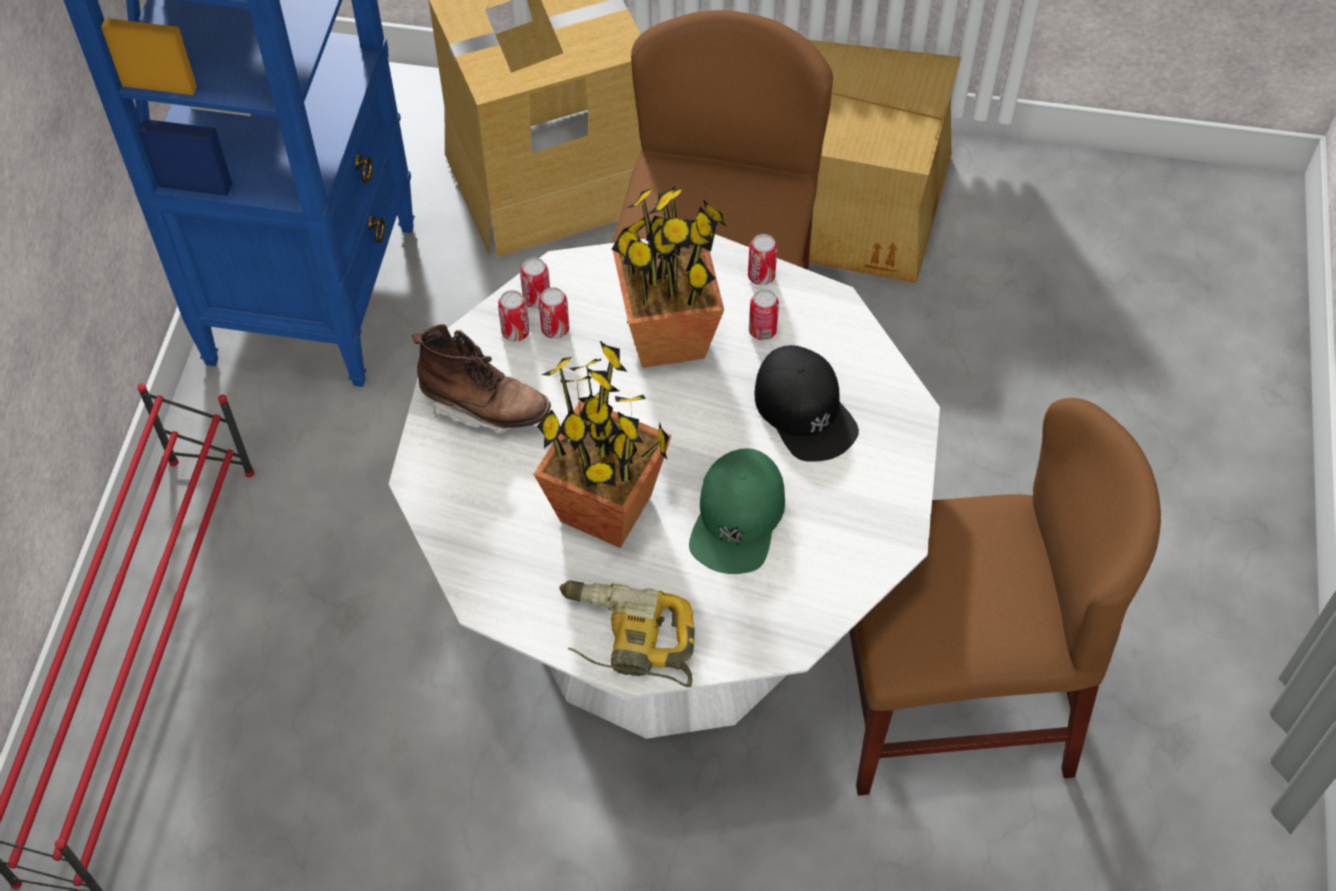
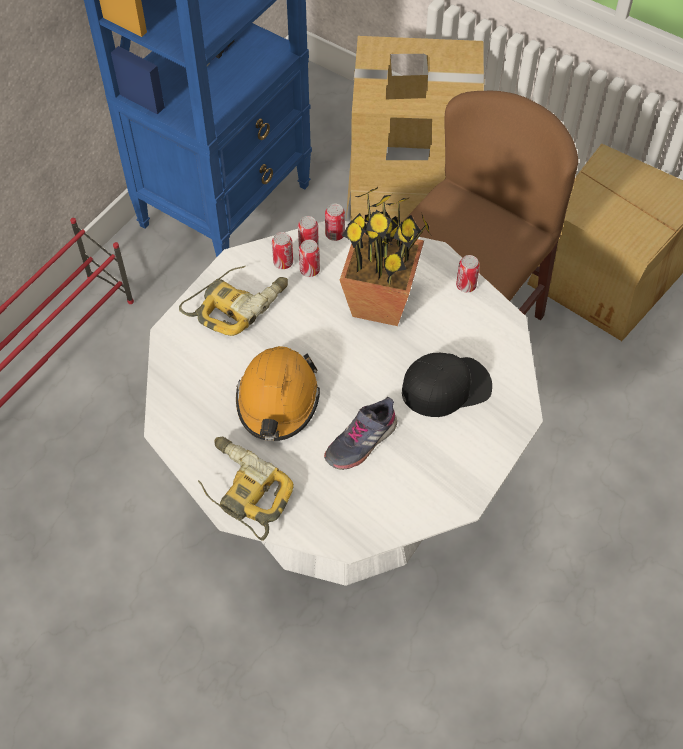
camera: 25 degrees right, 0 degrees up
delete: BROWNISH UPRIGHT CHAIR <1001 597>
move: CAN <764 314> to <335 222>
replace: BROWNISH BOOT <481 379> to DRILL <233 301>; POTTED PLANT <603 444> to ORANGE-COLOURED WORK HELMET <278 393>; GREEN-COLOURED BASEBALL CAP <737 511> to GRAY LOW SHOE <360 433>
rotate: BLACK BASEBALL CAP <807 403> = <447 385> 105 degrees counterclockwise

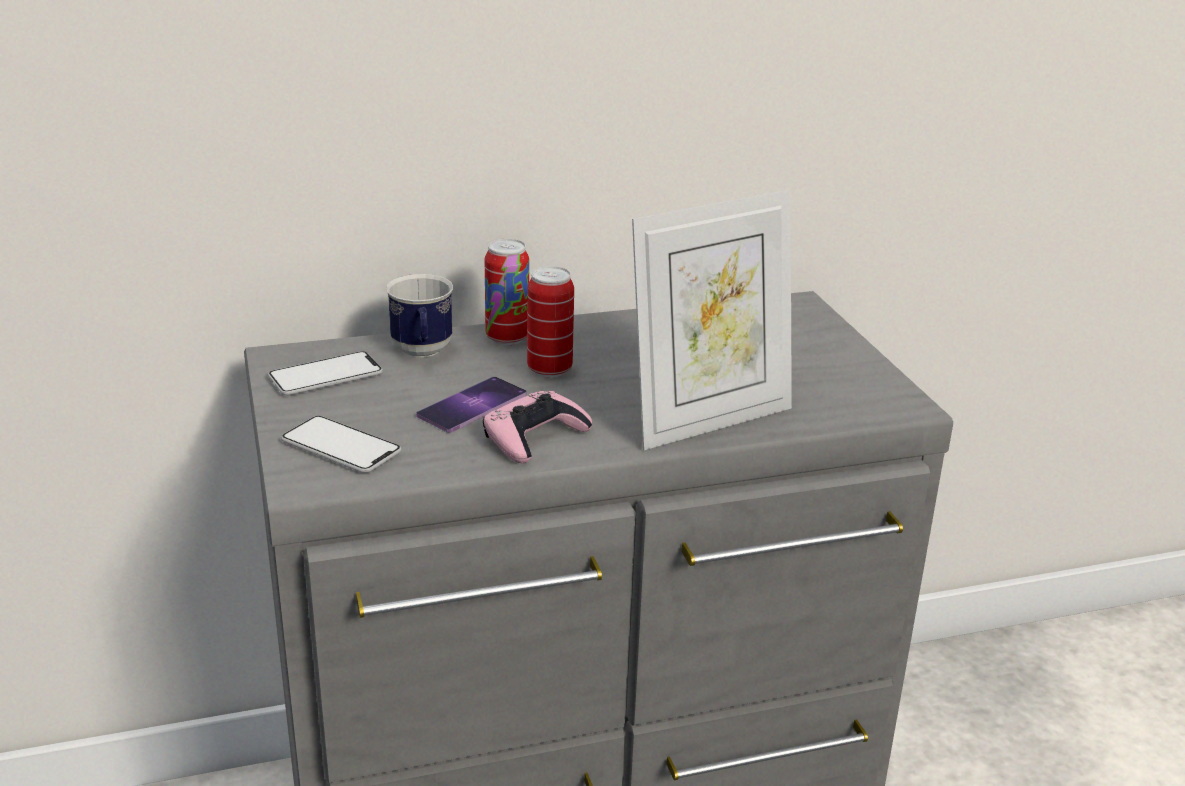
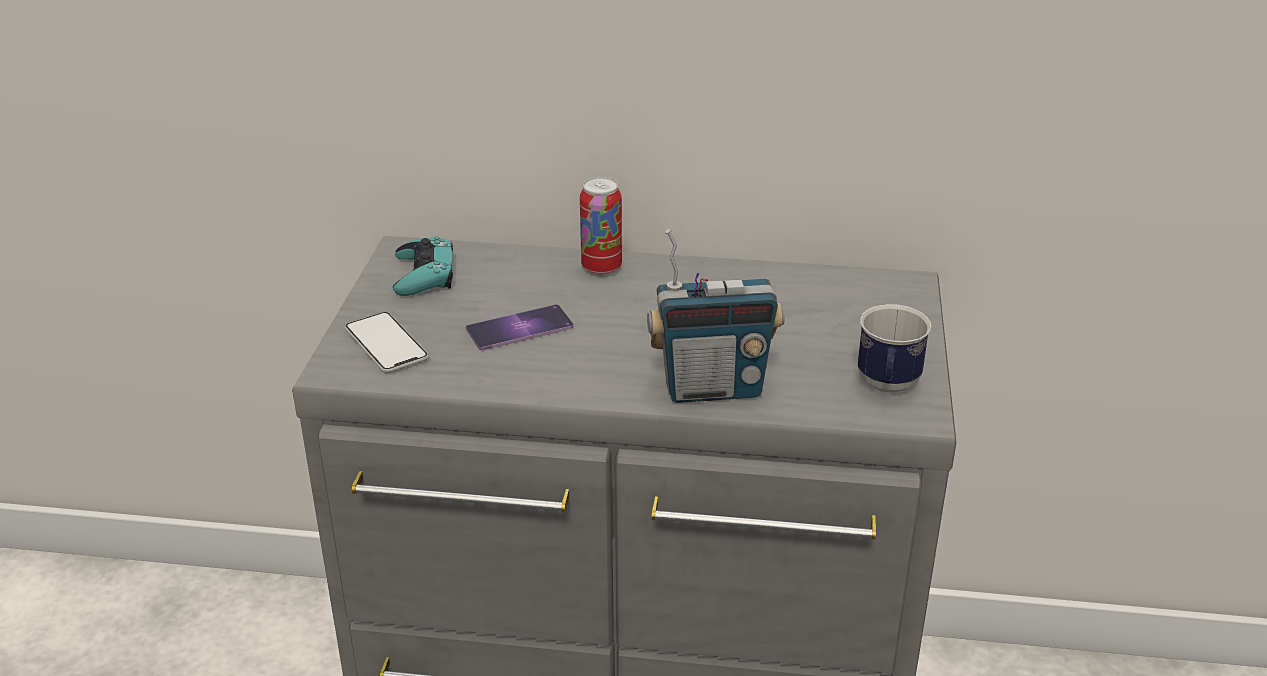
camera: 25 degrees right, 5 degrees up
delete: PINK-COLOURED JOYPAD <537 427>; CAN <550 322>
move: MUG <419 315> to <894 348>
replace: PHONE <325 373> to BLUE-GREEN JOYPAD <423 266>; PICTURE FRAME <712 320> to RADIO <716 316>

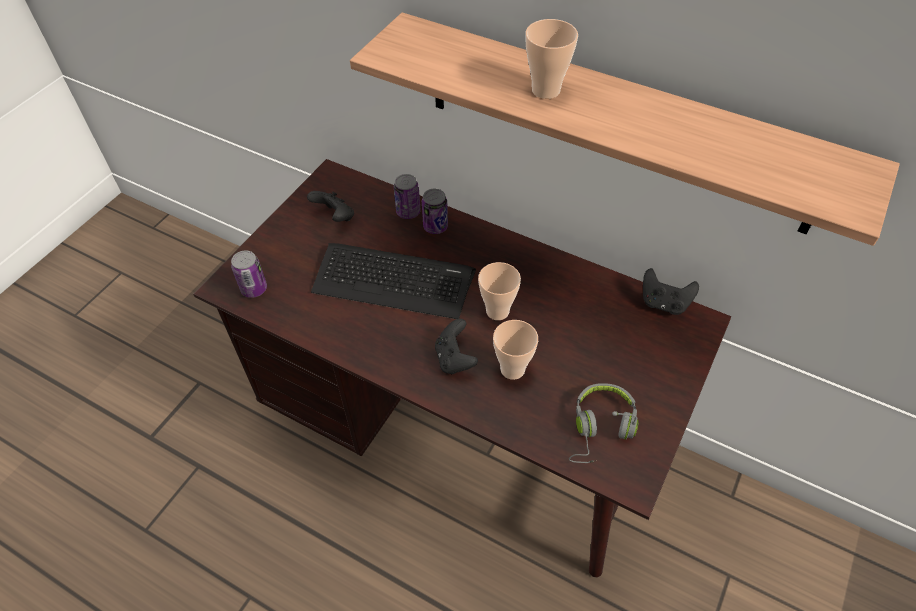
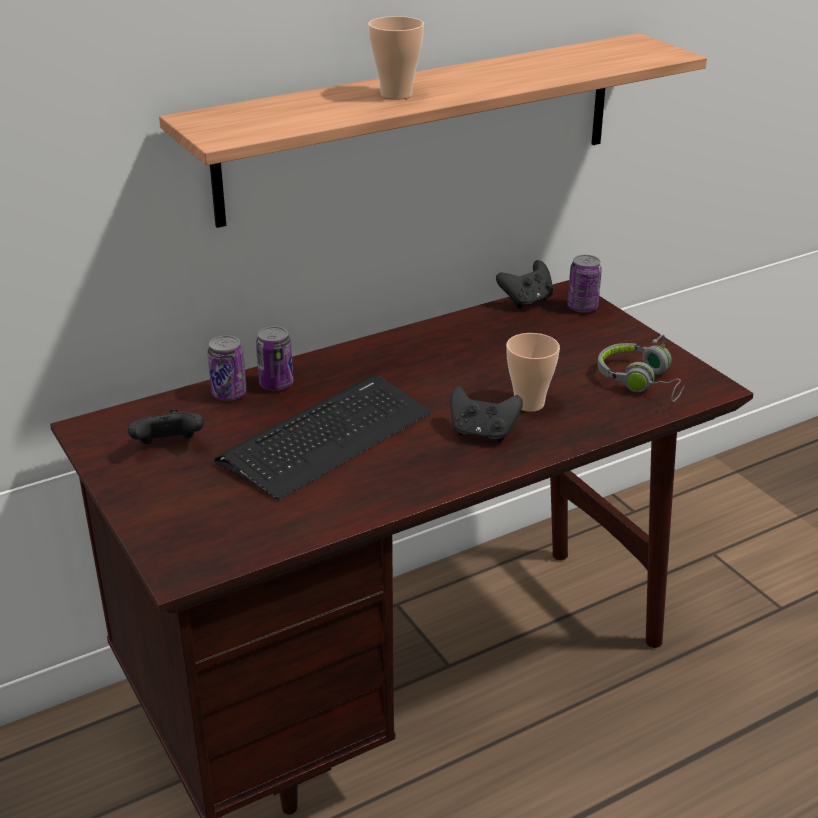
camera: 60 degrees left, 20 degrees down
delete: CUP <499 291>
move: CAN <249 274> to <584 283>

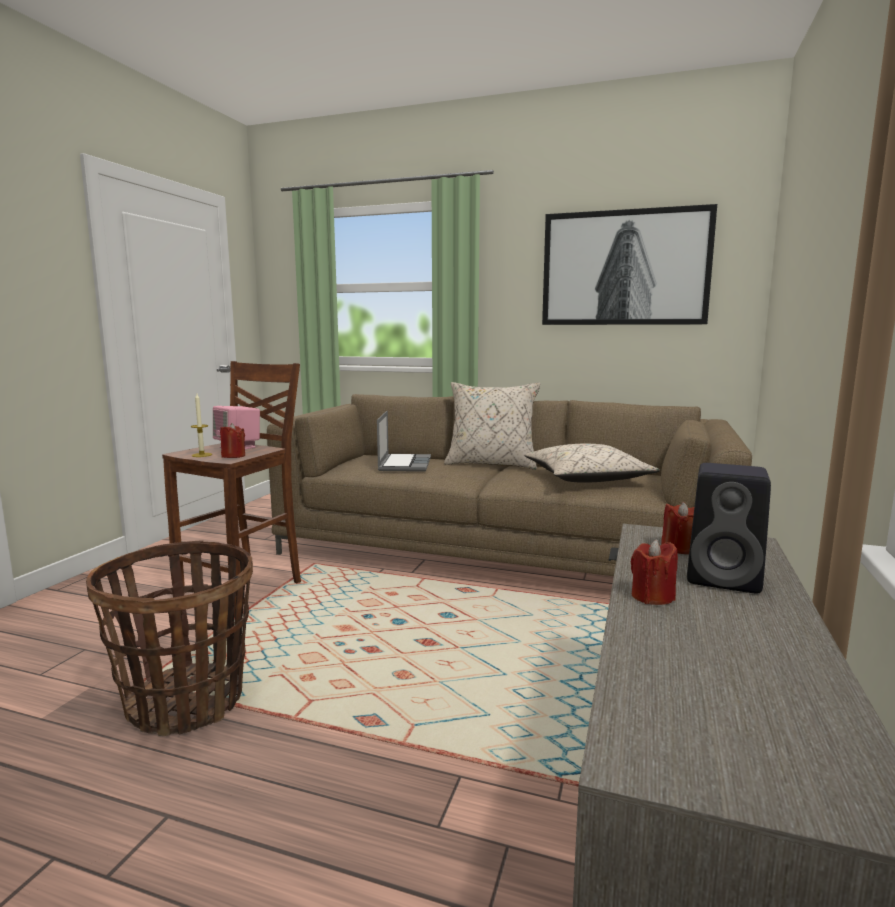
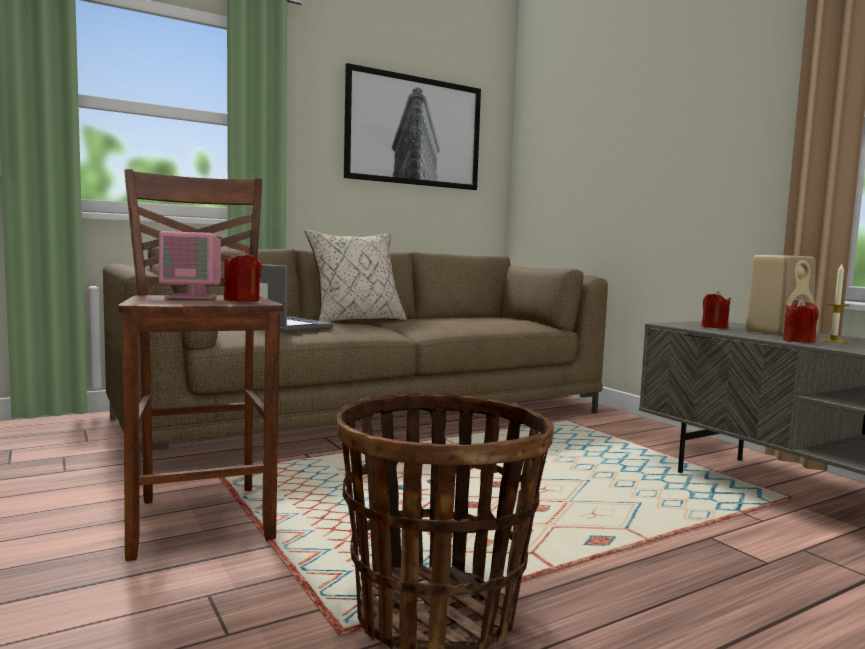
camera: 50 degrees left, 5 degrees down
delete: BEIGE CUSHION <592 463>
move: WAX CANDLE <201 425> to <835 303>
recolor: BLACK SPEAKER <729 528> to BEIGE SPEAKER <781 295>

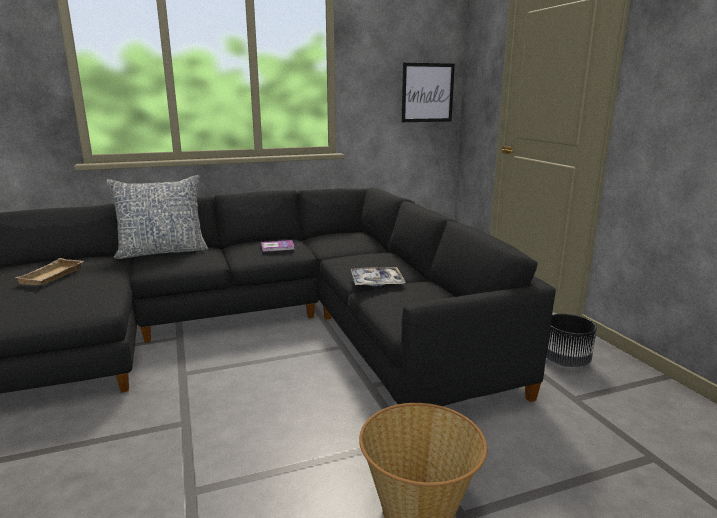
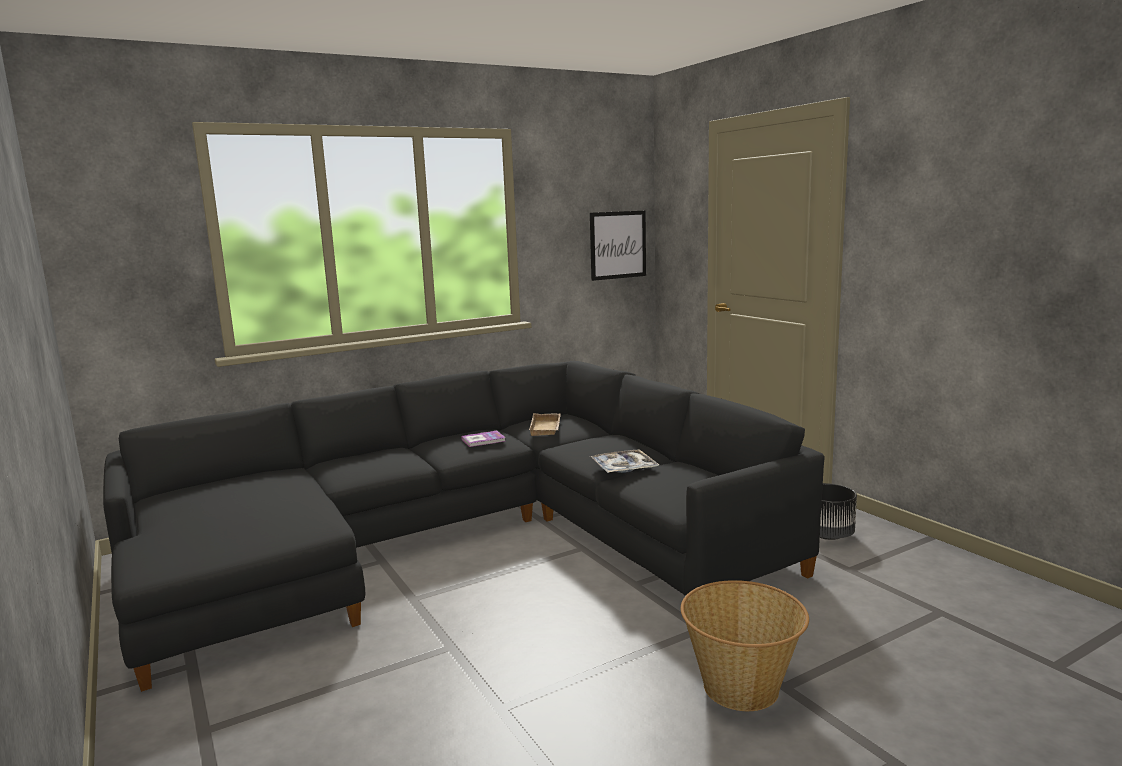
camera: 10 degrees left, 5 degrees down
delete: CUSHION <157 217>
move: BEIGE CARRYING TRAY <49 271> to <545 424>

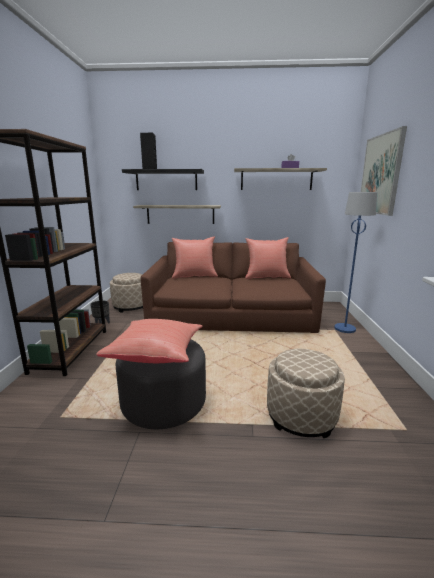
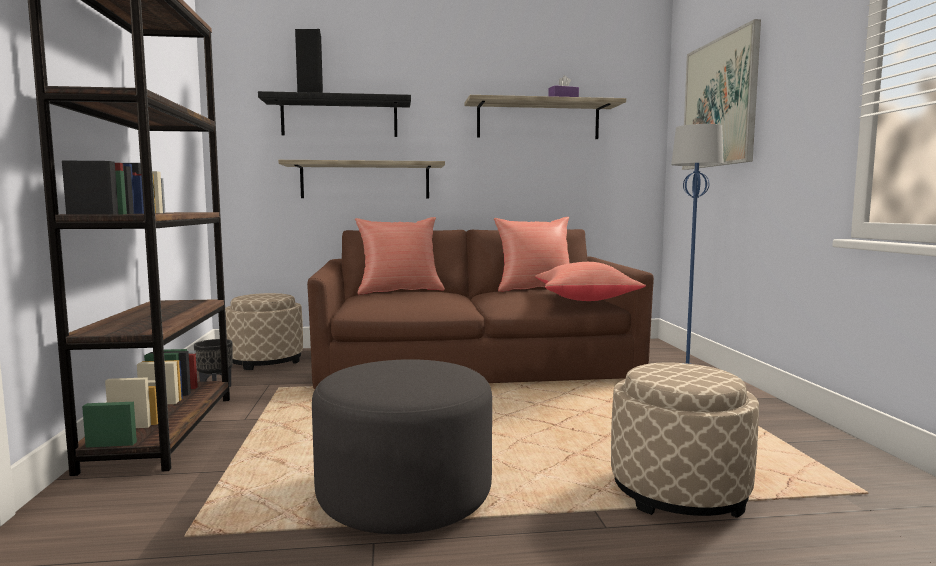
camera: 10 degrees left, 10 degrees down
move: RED CUSHION <149 341> to <590 281>

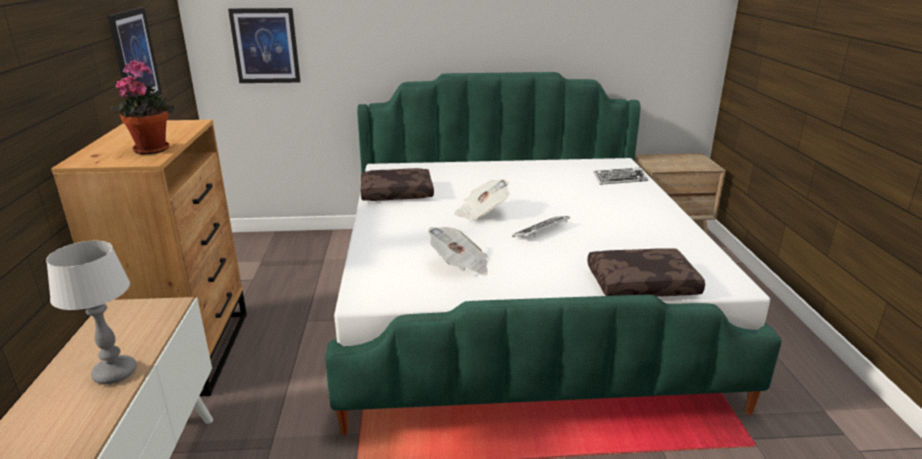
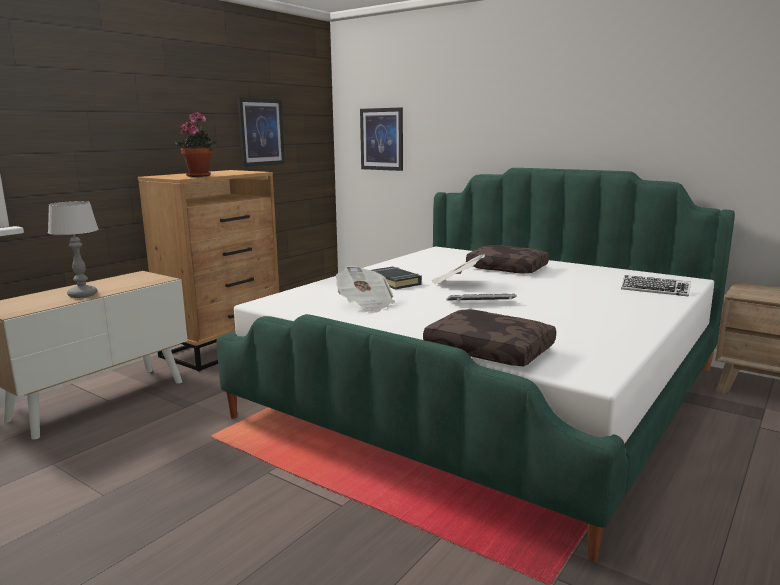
camera: 40 degrees right, 10 degrees down
insert: BLACK VOLUME <397 278>
move: BROWNISH CUSHION <397 184> to <507 259>

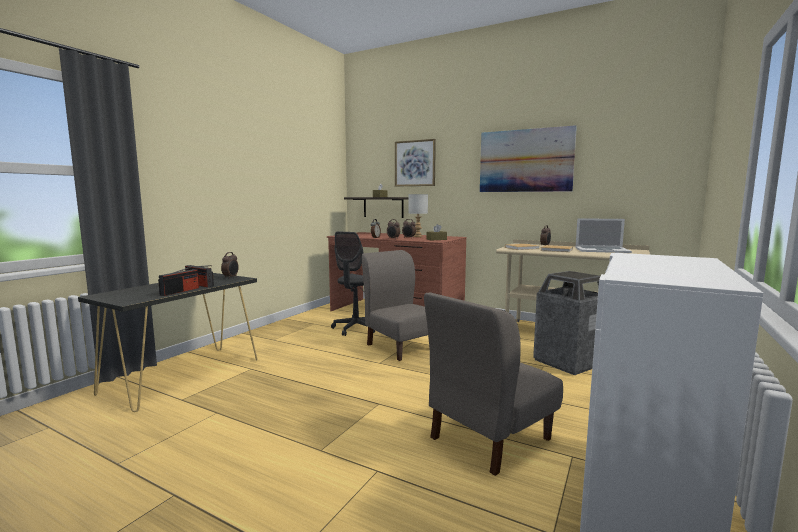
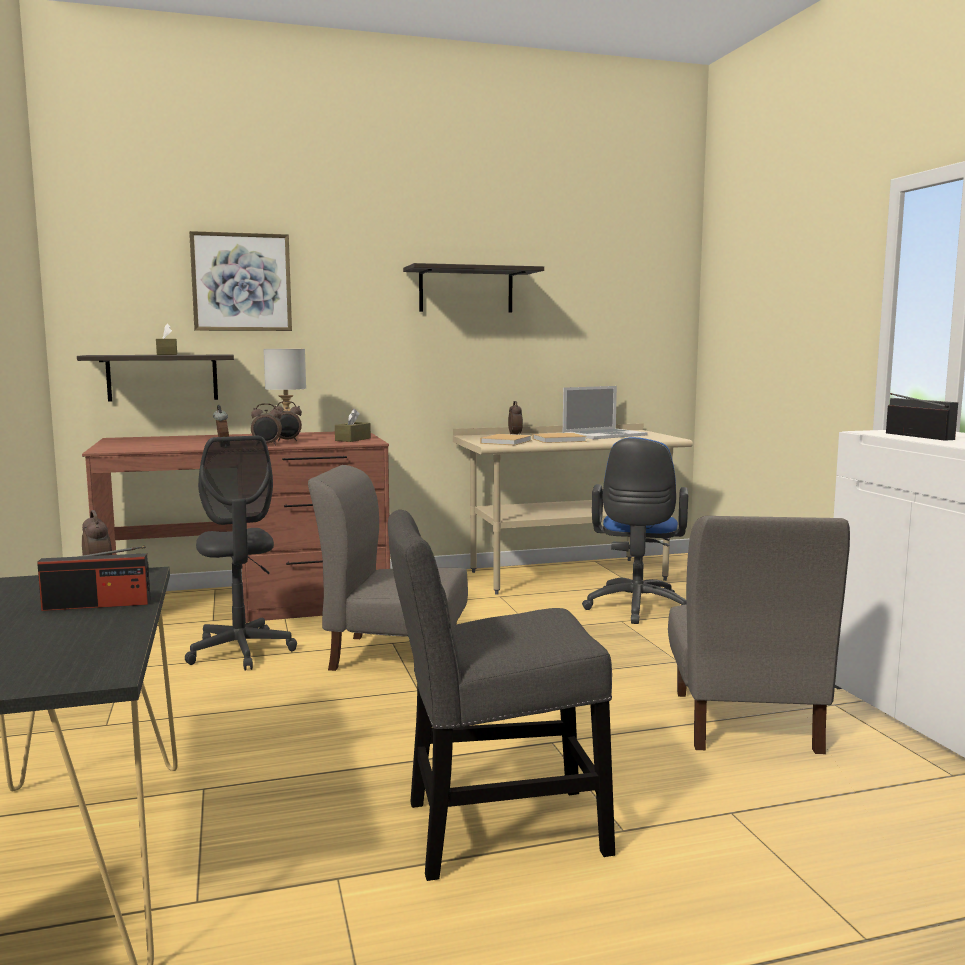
camera: 45 degrees left, 0 degrees up
insert: GRAY UPRIGHT CHAIR <501 695>
move: RADIO <178 281> to <922 417>
replace: WALL ART <528 158> to BRACKET SHELF <473 288>; WASTE BIN <567 323> to BLUE COMPUTER CHAIR <635 530>

